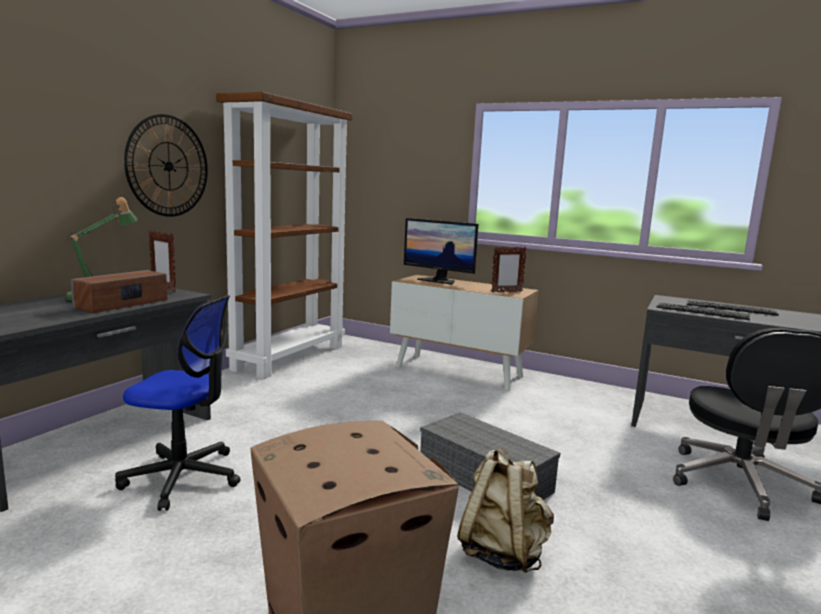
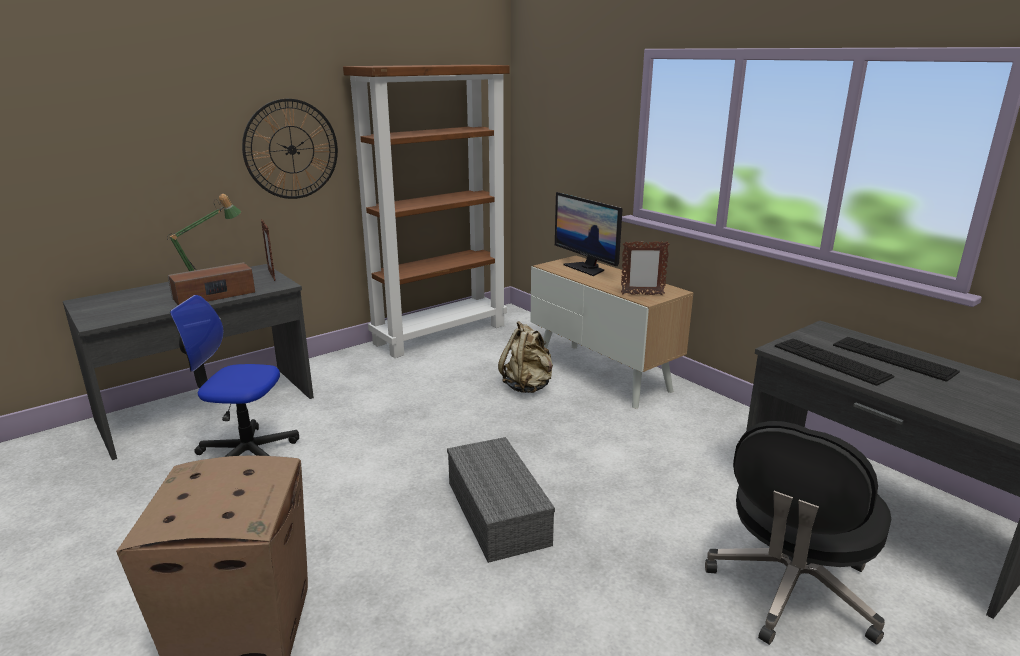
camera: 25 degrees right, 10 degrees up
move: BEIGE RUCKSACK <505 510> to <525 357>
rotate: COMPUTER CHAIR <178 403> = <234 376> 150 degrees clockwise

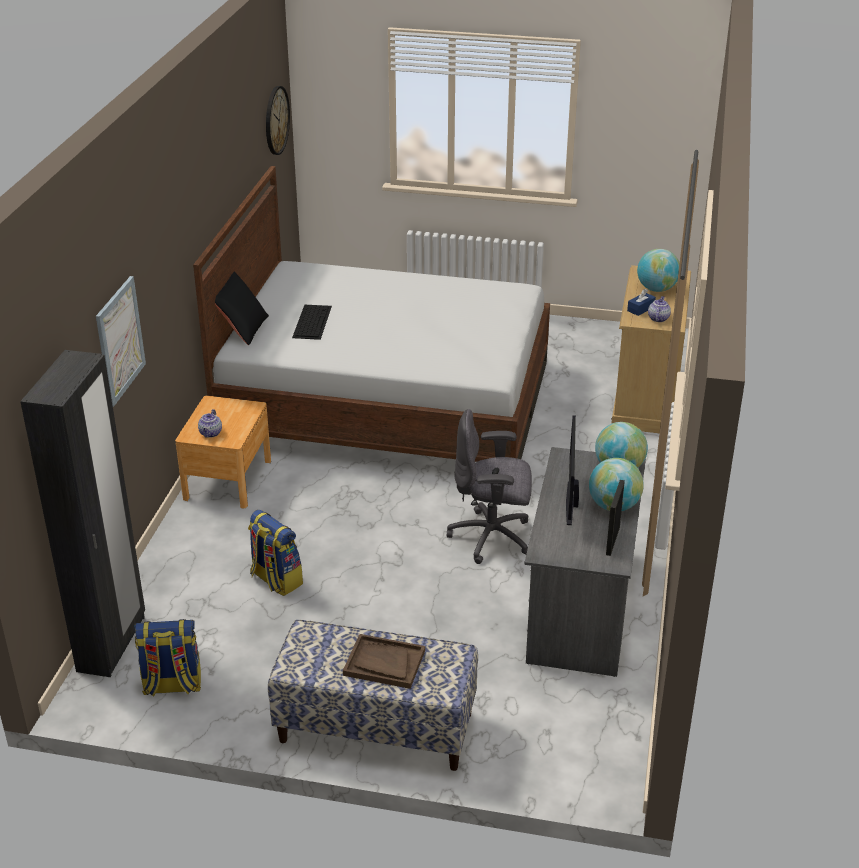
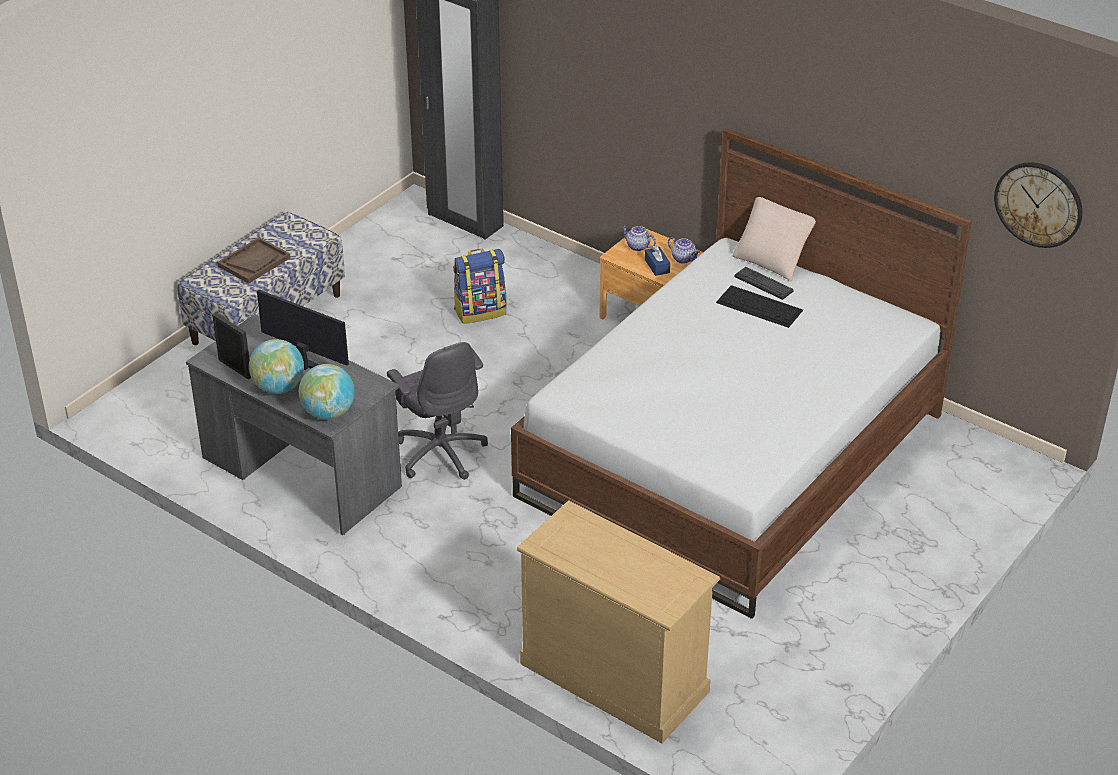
camera: 115 degrees right, 5 degrees up
delete: WALL ART <121 341>; RUCKSACK <168 658>; DESK GLOBE <658 270>
insert: PC KEYBOARD <764 283>
move: BLUE BOX OF TISSUES <641 302> to <657 261>; TEAPOT <659 309> to <684 250>
recolor: BLACK CUSHION <242 308> to BEIGE CUSHION <774 239>
rotate: GRAY COMPUTER CHAIR <489 486> = <437 411> 120 degrees clockwise

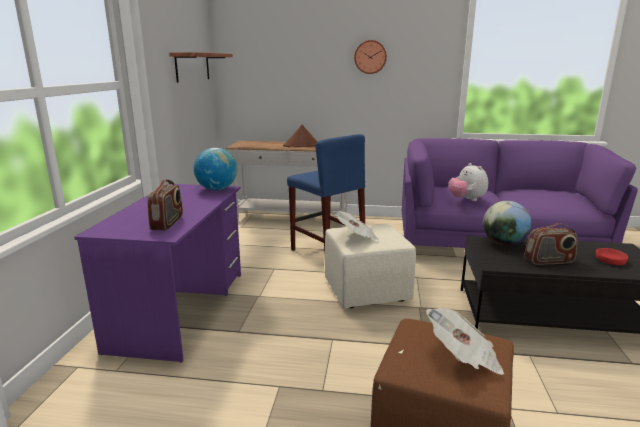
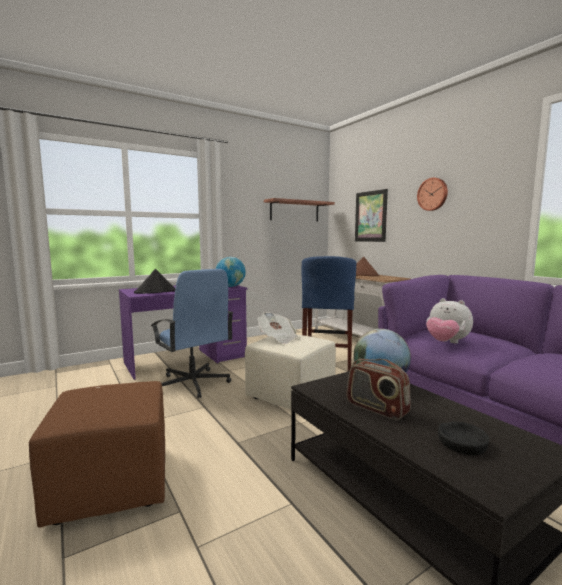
camera: 50 degrees right, 10 degrees down
delete: NEWSPAPER <465 341>
insert: BLUE COMPUTER CHAIR <192 333>; WALL ART <371 215>
replace: RADIO <165 204> to BLACK WEARABLE HAT <154 281>
recolor: RED SERVING BOWL <612 256> to BLACK SERVING BOWL <463 438>
rotate: CUDDLY TOY <468 182> = <449 320> 75 degrees counterclockwise

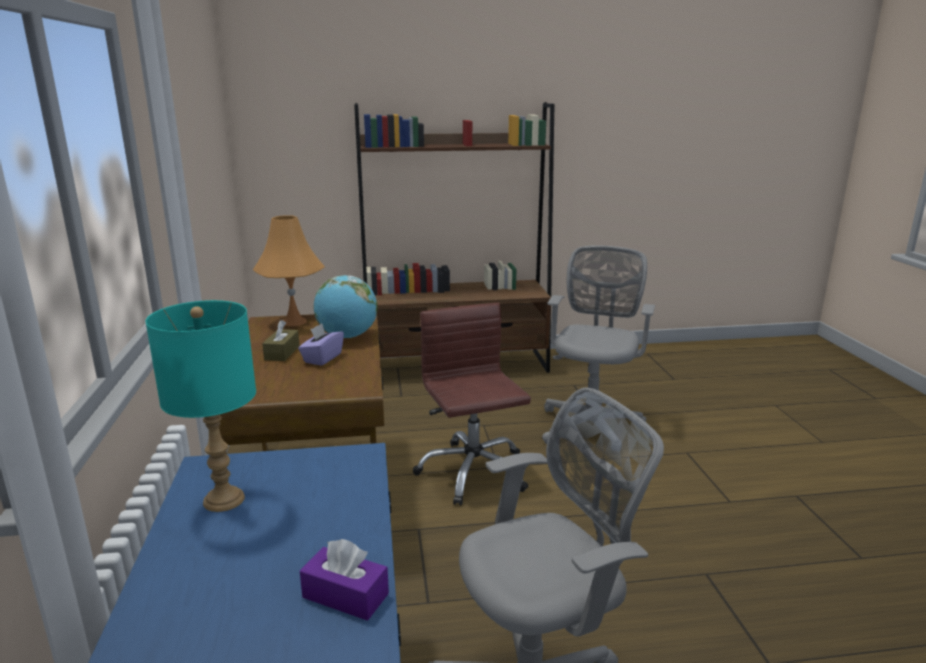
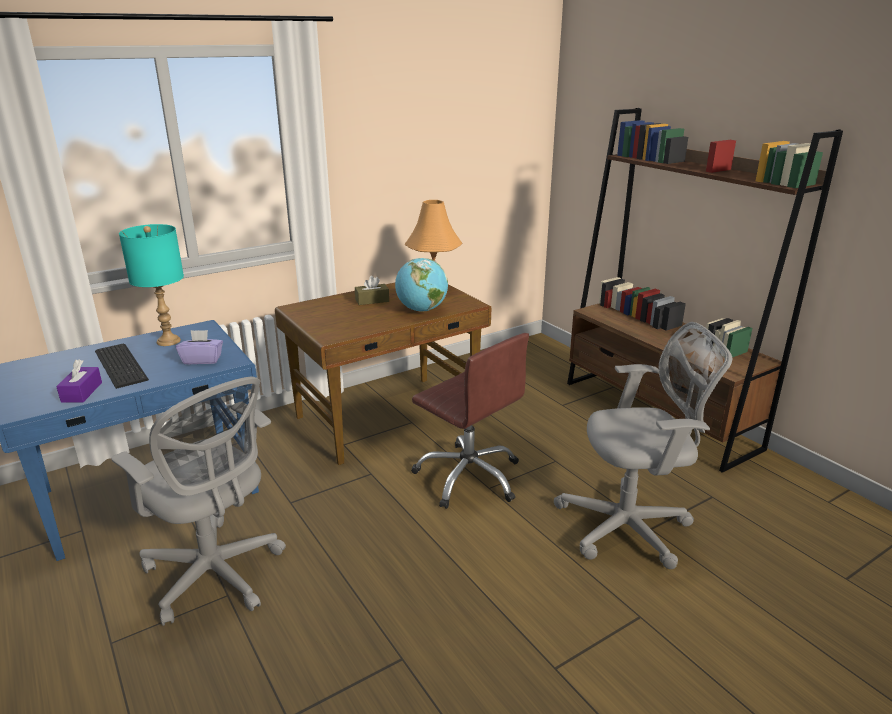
camera: 65 degrees right, 5 degrees up
insert: PC KEYBOARD <122 366>
move: PURPLISH BOX OF TISSUES <321 345> to <199 347>
rotate: BROWNISH COMPUTER CHAIR <472 404> = <470 421> 90 degrees clockwise

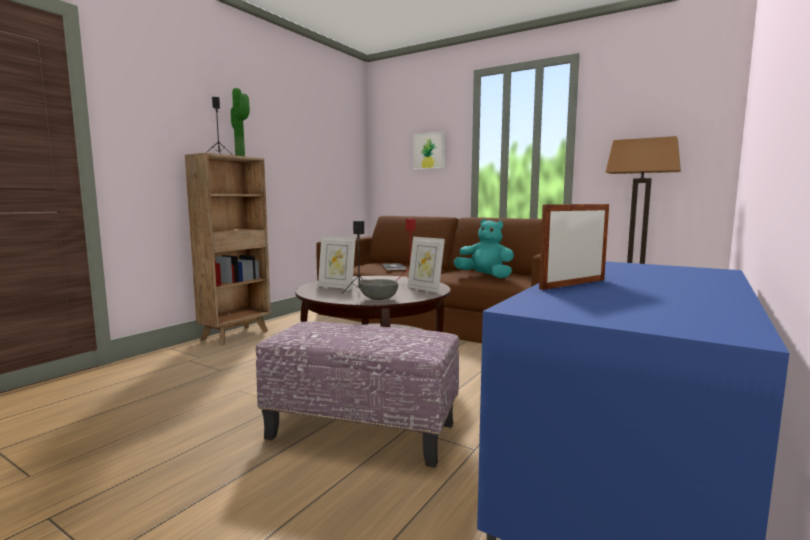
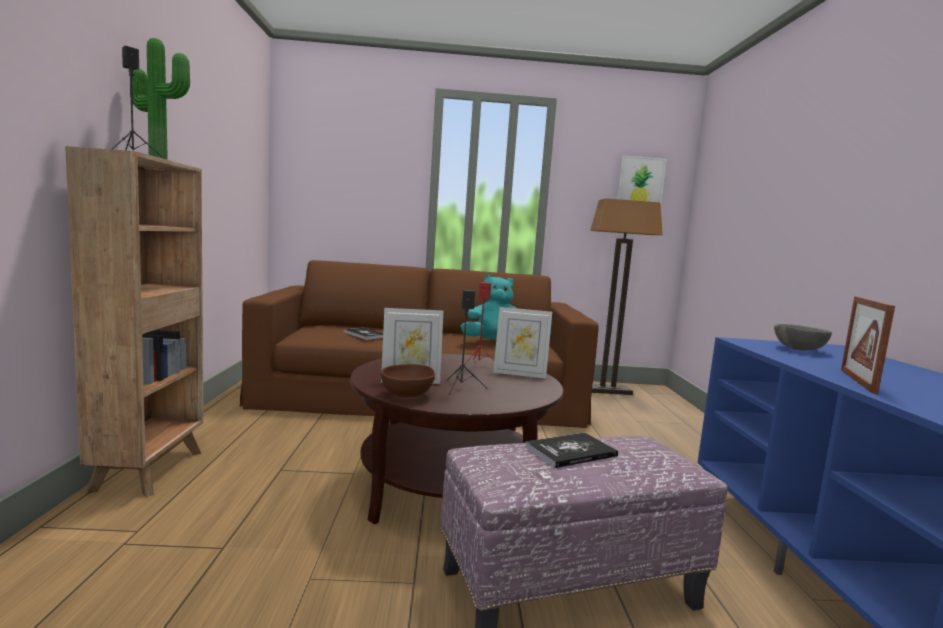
camera: 35 degrees left, 0 degrees up
insert: BROWNISH SERVING BOWL <408 380>; VOLUME <571 450>
move: GRAY SERVING BOWL <378 289> to <803 337>; WALL ART <429 151> to <642 180>

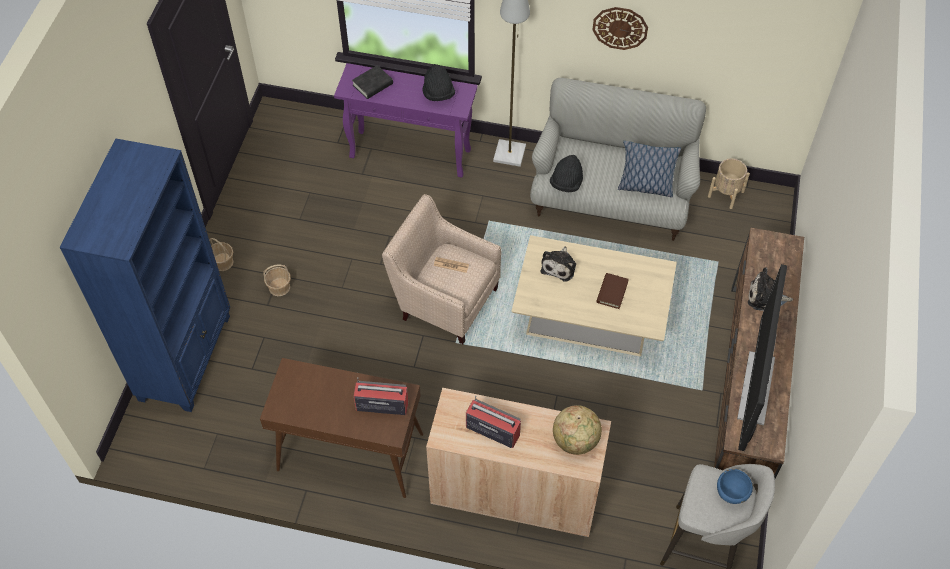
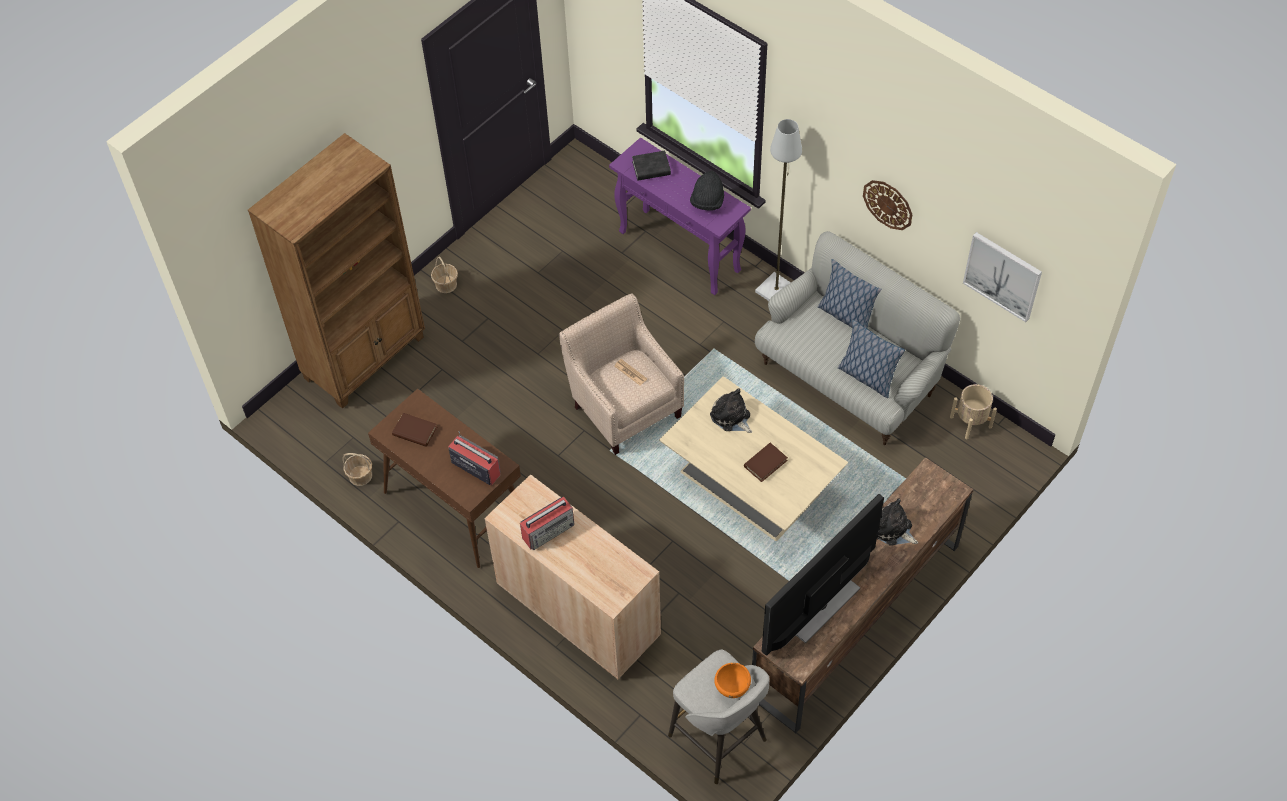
camera: 30 degrees right, 0 degrees up
delete: BLACK WEARABLE HAT <566 173>; DESK GLOBE <577 430>
insert: BROWNISH VOLUME <414 430>; CUSHION <849 293>; WALL ART <1002 277>
move: STORAGE BASKET <277 280> to <357 469>
recolor: BLUE SHELVING UNIT <144 275> to BROWNISH SHELVING UNIT <336 271>; BLUE SERVING BOWL <735 486> to ORANGE-COLOURED SERVING BOWL <733 680>
rotate: RADIO <493 421> = <547 523> 90 degrees clockwise; CUDDLY TOY <558 264> = <731 410> 90 degrees clockwise

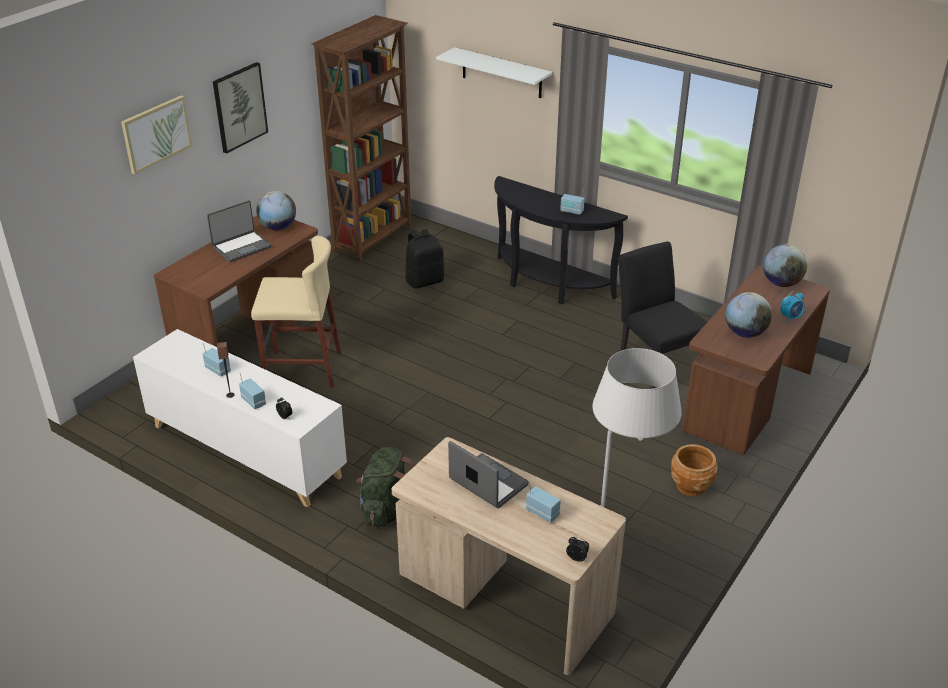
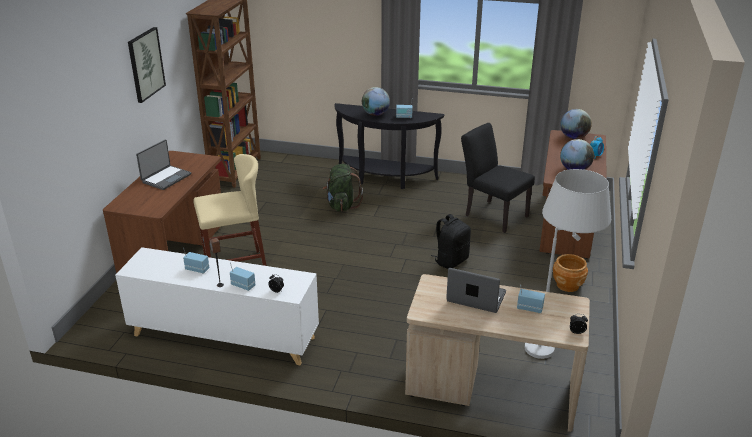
camera: 20 degrees left, 5 degrees down
delete: WALL ART <156 134>; WHITISH BRACKET SHELF <494 72>
move: DESK GLOBE <276 210> to <376 101>; GREEN-COLOURED RUCKSACK <385 487> to <343 187>; BLACK RUCKSACK <424 258> to <451 241>

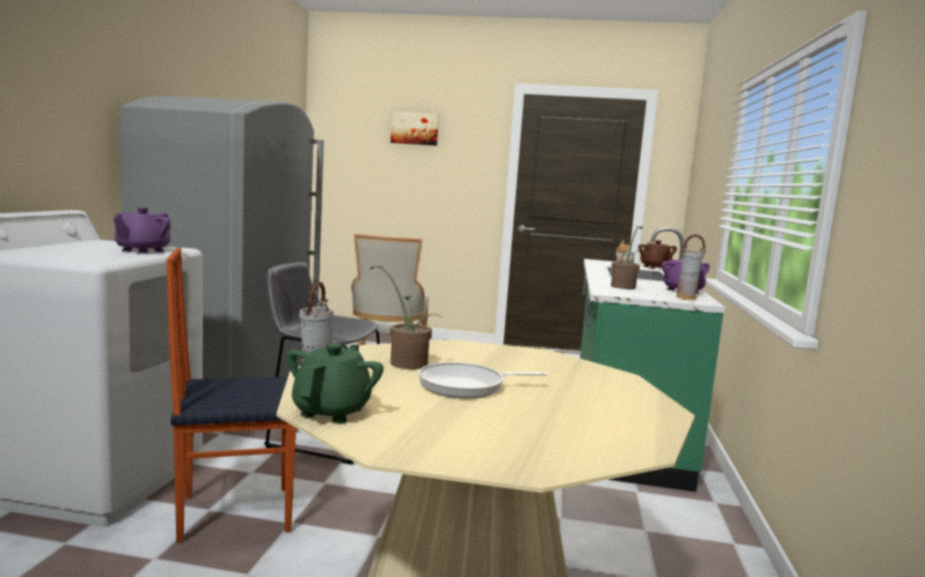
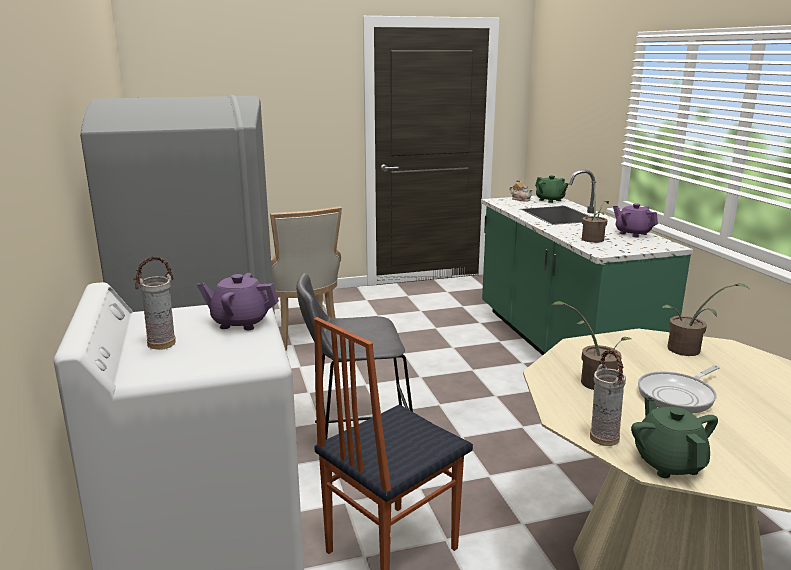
camera: 25 degrees left, 10 degrees up
delete: WALL ART <415 128>
insert: POTTED PLANT <705 319>
move: VASE <691 267> to <154 303>
recolor: BROWNISH TEAPOT <657 254> to GREEN-COLOURED TEAPOT <552 189>
rotate: PURPLISH TEAPOT <142 230> = <238 301> 105 degrees clockwise

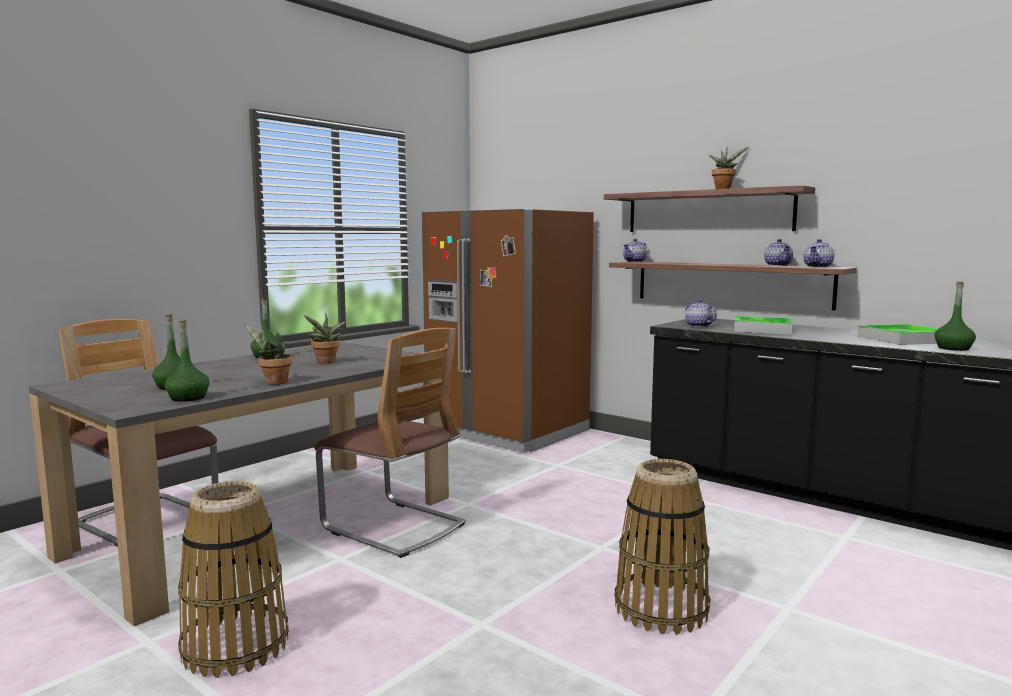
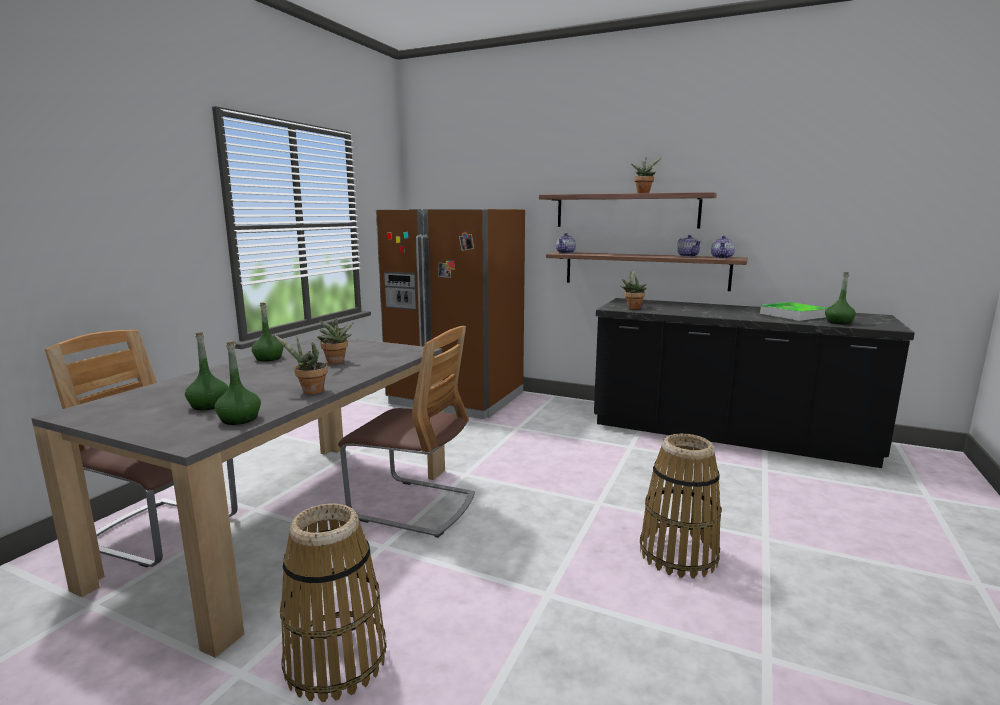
camera: 15 degrees left, 5 degrees up
delete: CARRYING TRAY <763 325>
replace: TEAPOT <700 313> to POTTED PLANT <634 289>

